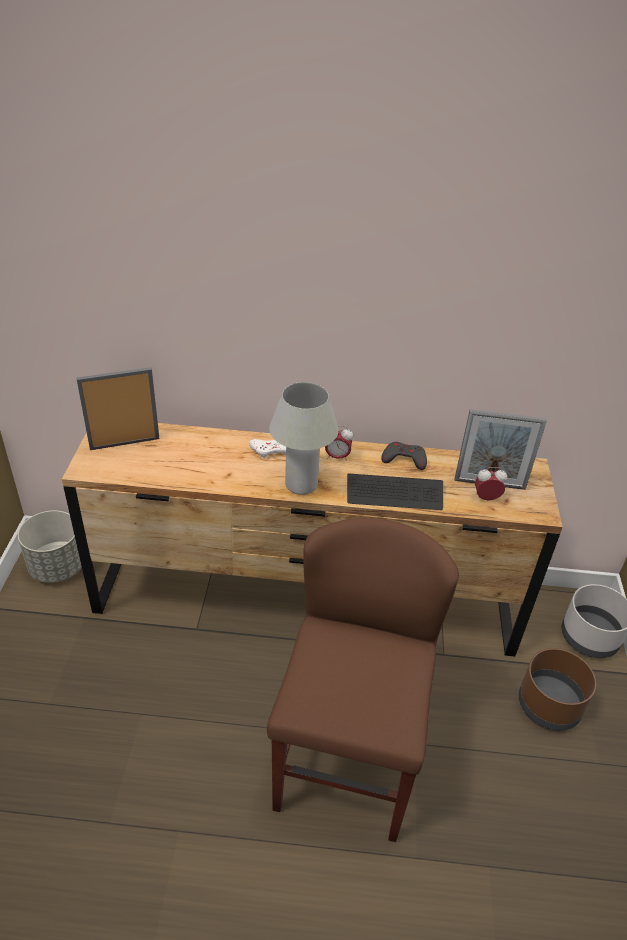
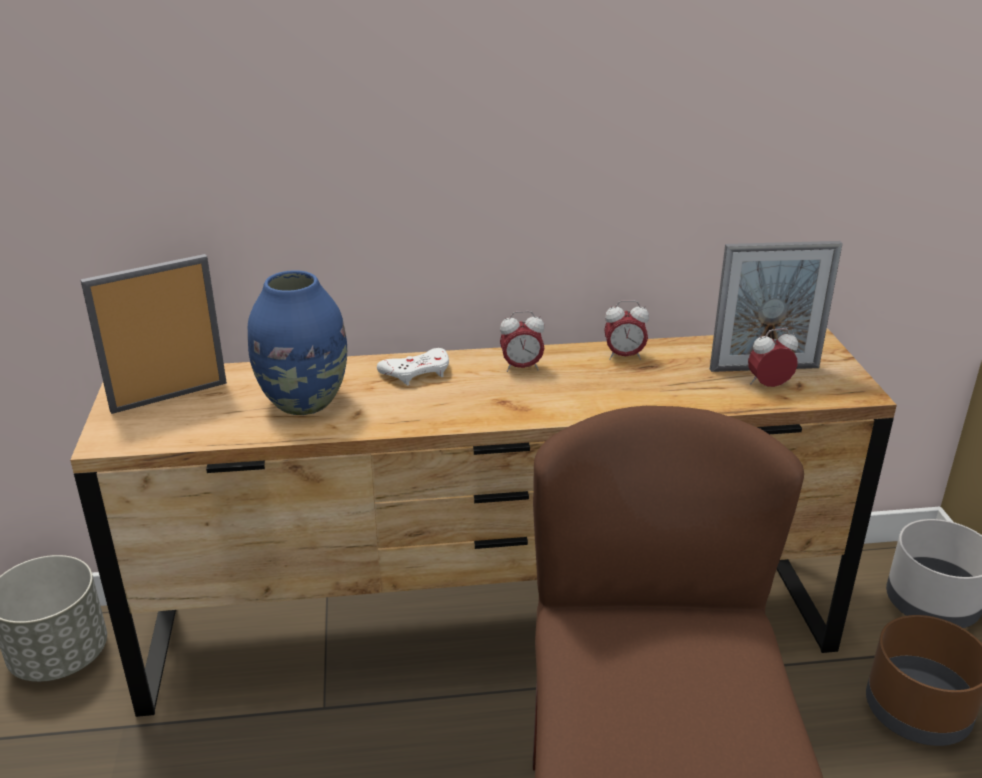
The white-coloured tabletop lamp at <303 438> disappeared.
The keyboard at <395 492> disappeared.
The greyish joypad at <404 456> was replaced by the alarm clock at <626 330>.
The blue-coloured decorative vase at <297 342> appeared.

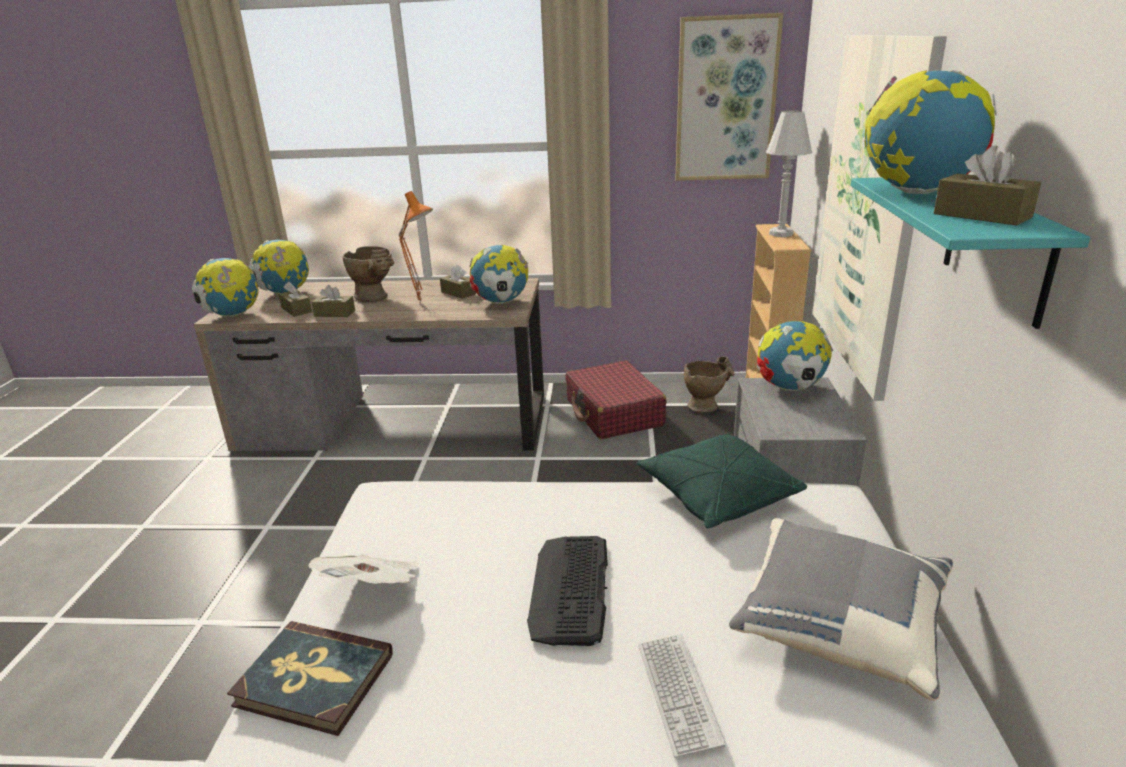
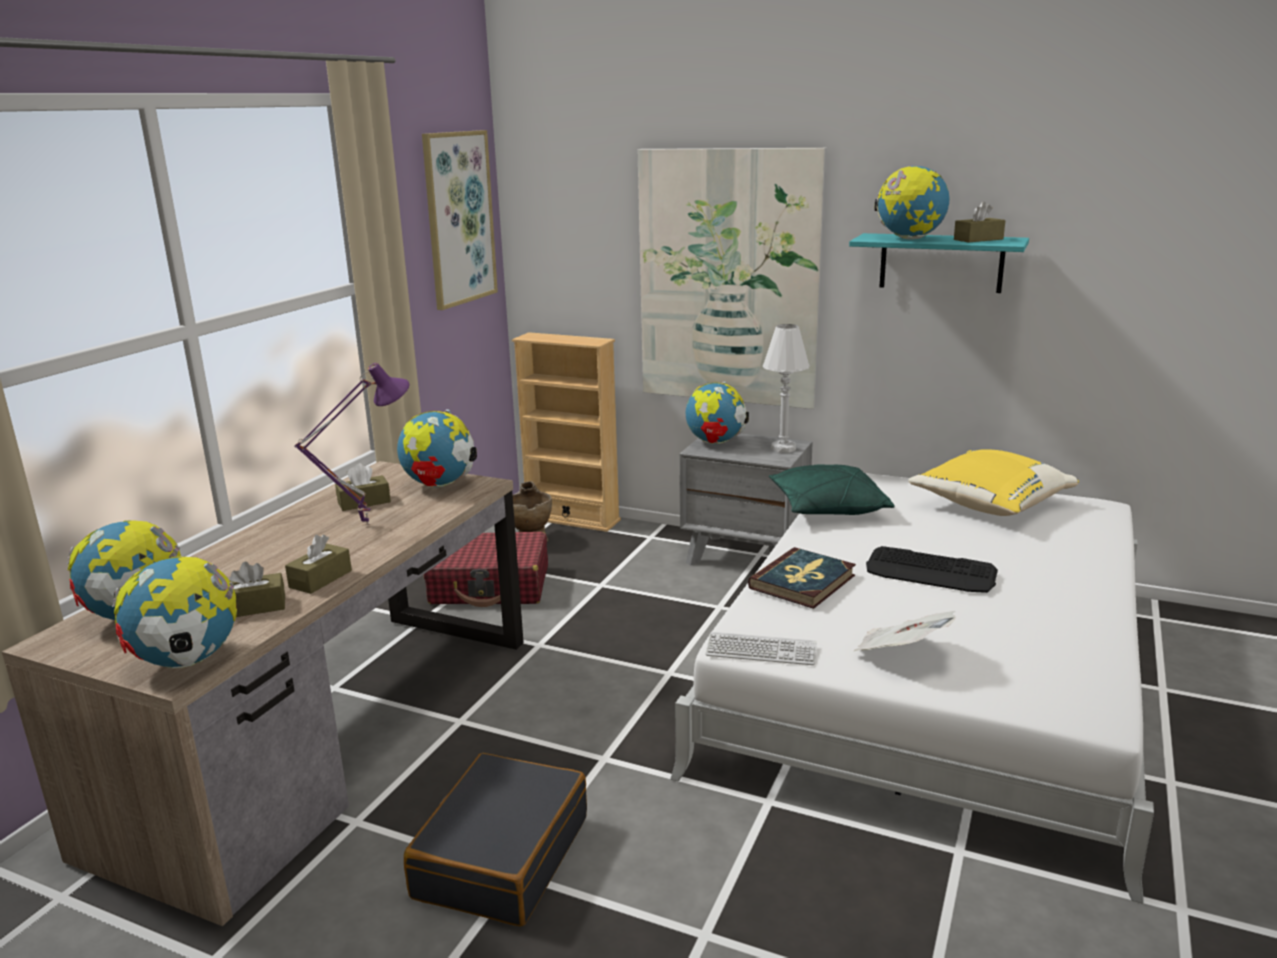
The volume moved from <310 678> to <802 578>.
The beige decorative vase at <368 274> disappeared.
The orange tabletop lamp at <416 247> became the purplish tabletop lamp at <352 444>.
The keyboard moved from <682 696> to <761 648>.
The greyish pillow at <841 609> became the yellowish pillow at <993 482>.
The white-coloured tabletop lamp moved from <789 173> to <786 388>.
The blackish travel case at <495 840> appeared.

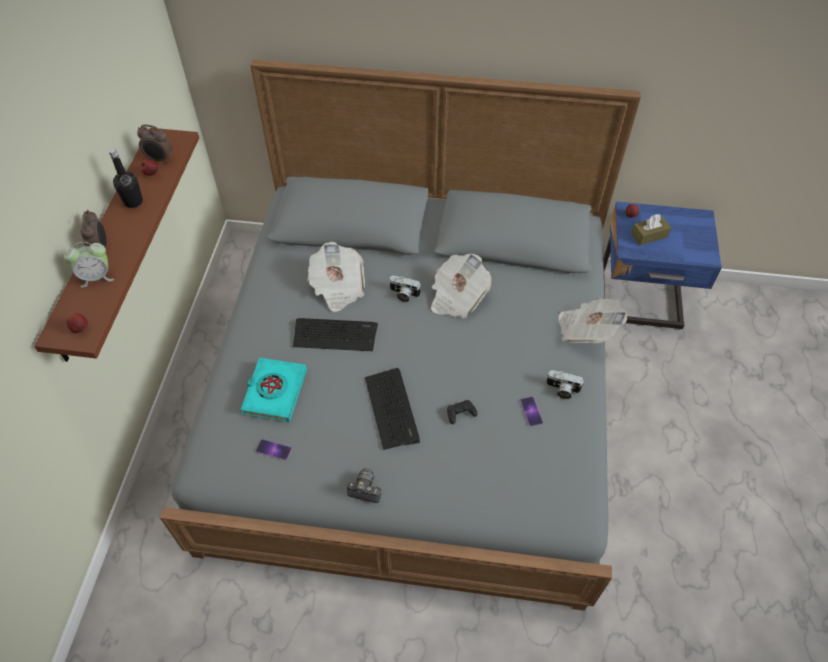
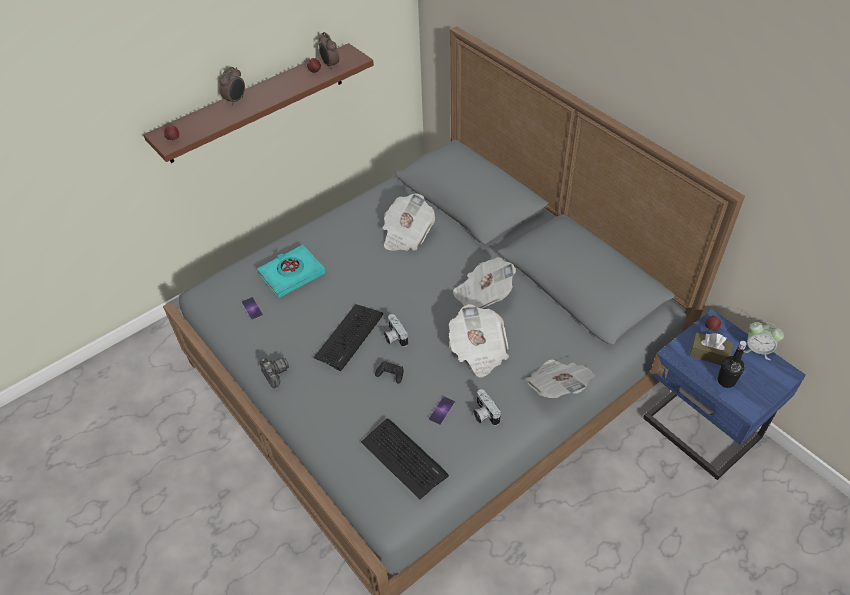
The alarm clock moved from <89 265> to <764 341>.
The blackish beverage bottle moved from <126 178> to <732 364>.
The keyboard moved from <335 334> to <405 458>.
The still camera moved from <405 289> to <396 330>.
The daily paper at <479 341> appeared.

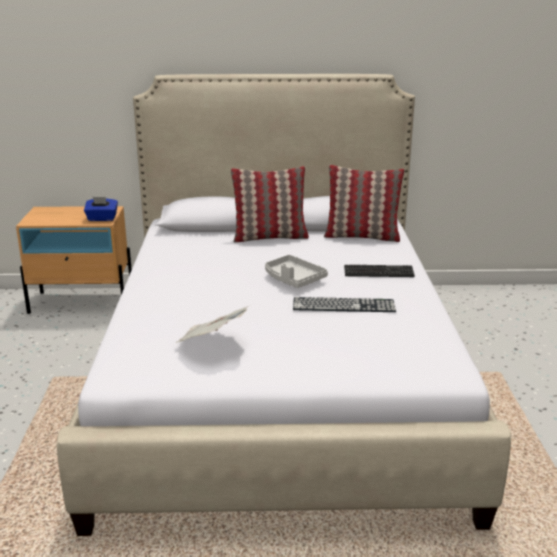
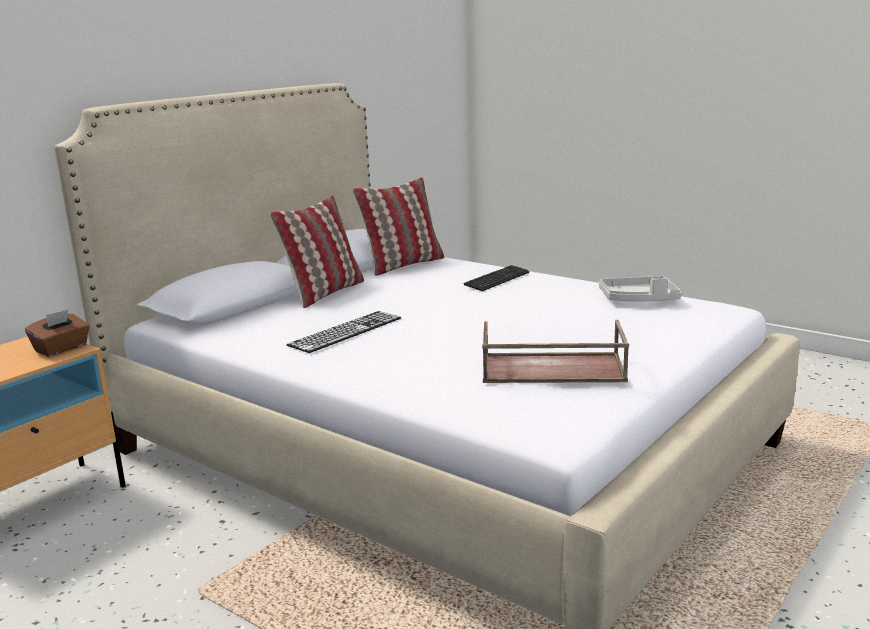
The blue-coloured box of tissues at <101 209> became the brownish box of tissues at <57 333>.
The daily paper at <212 324> was replaced by the brownish serving tray at <555 351>.
The greyish serving tray moved from <296 271> to <640 289>.
The keyboard moved from <344 304> to <343 332>.

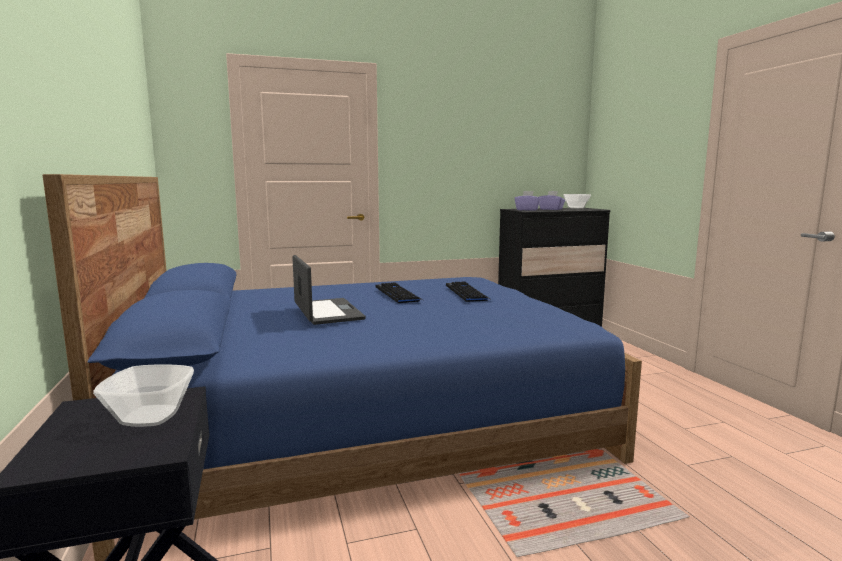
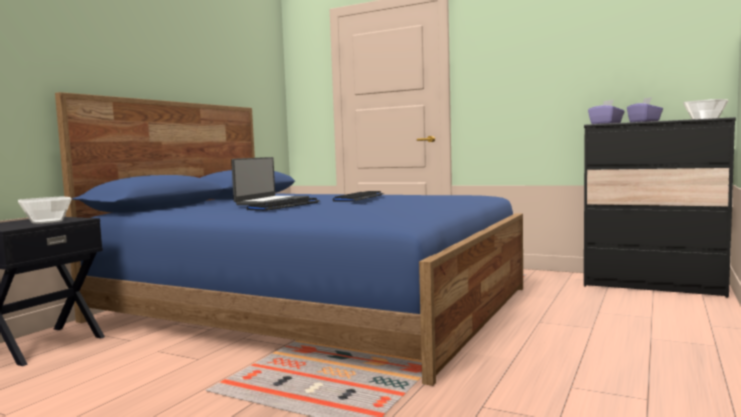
The keyboard moved from <468 292> to <283 204>.

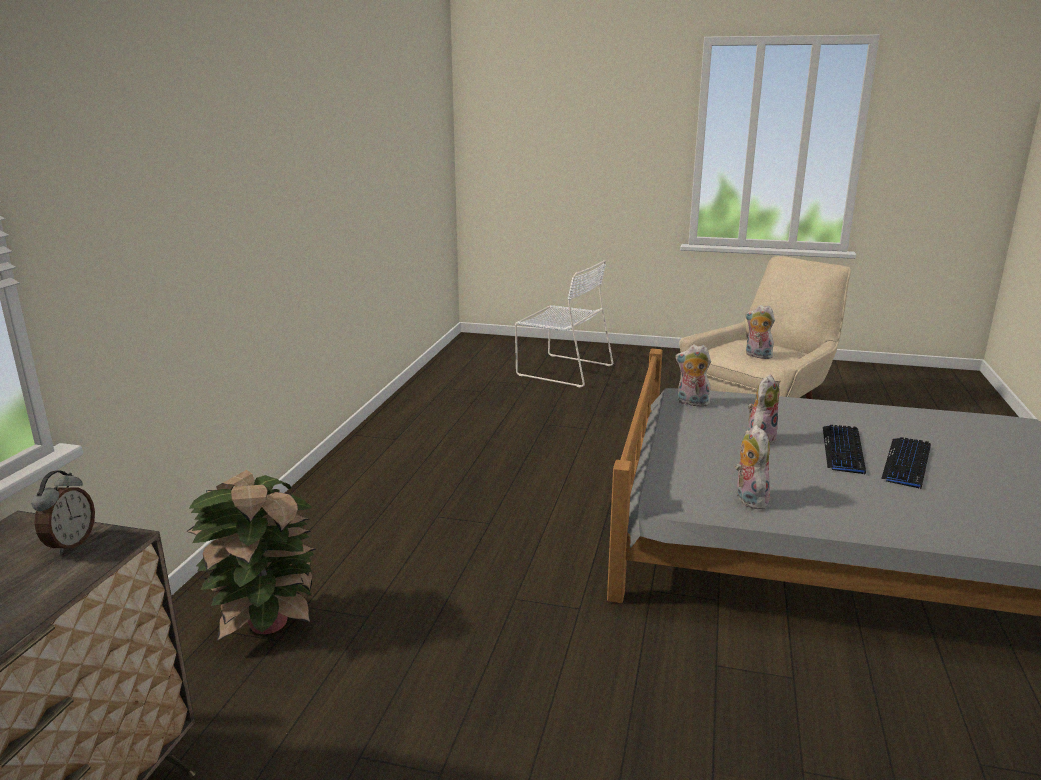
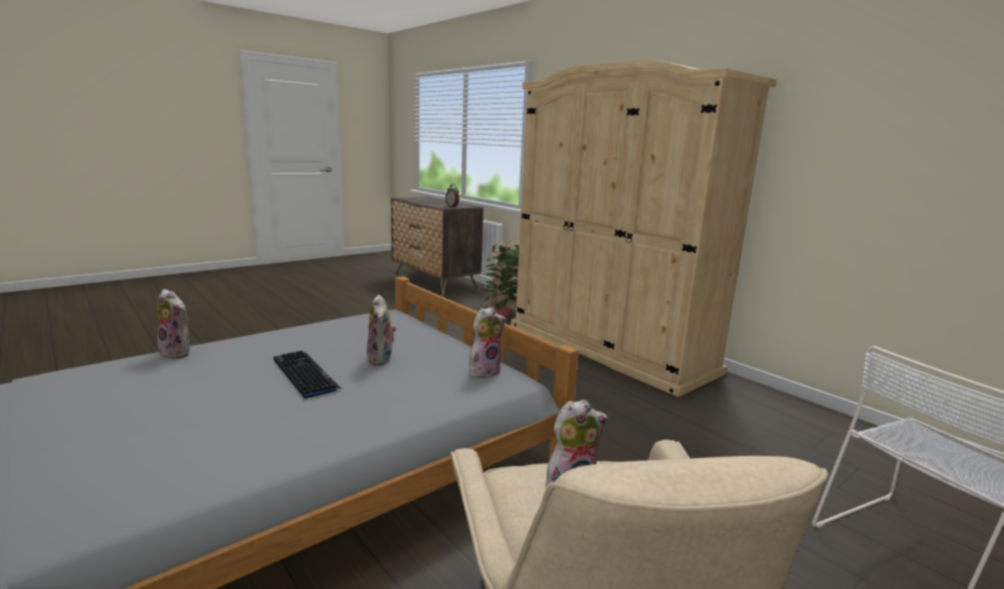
The soft toy moved from <752 467> to <174 324>.
The keyboard at <906 463> disappeared.
The beige wardrobe at <644 228> appeared.

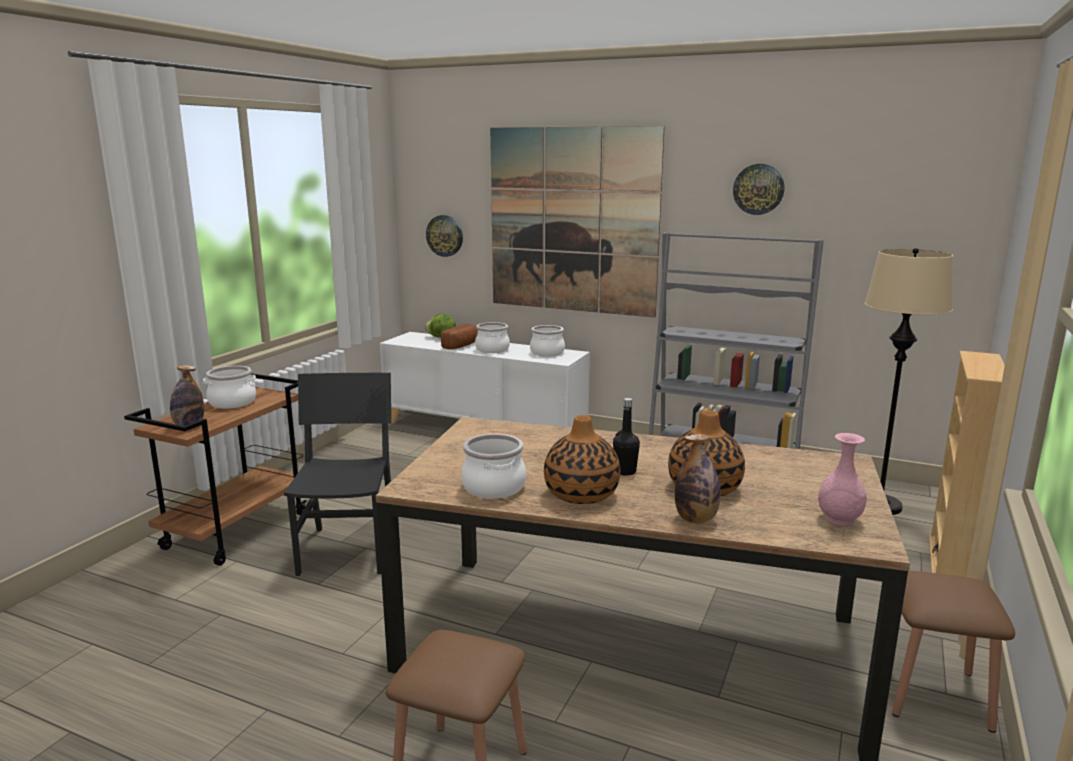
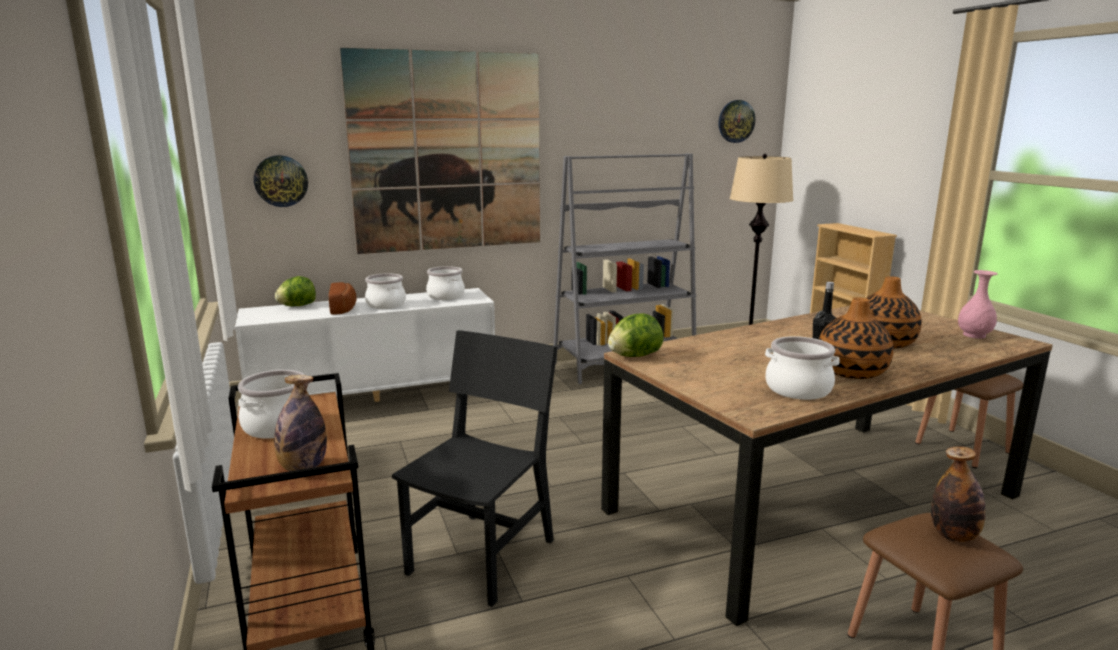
The blackish chair at <337 474> turned 75 degrees clockwise.
The beverage bottle moved from <697 478> to <958 494>.
The clock on the wall moved from <759 189> to <737 121>.
The lettuce at <635 335> appeared.

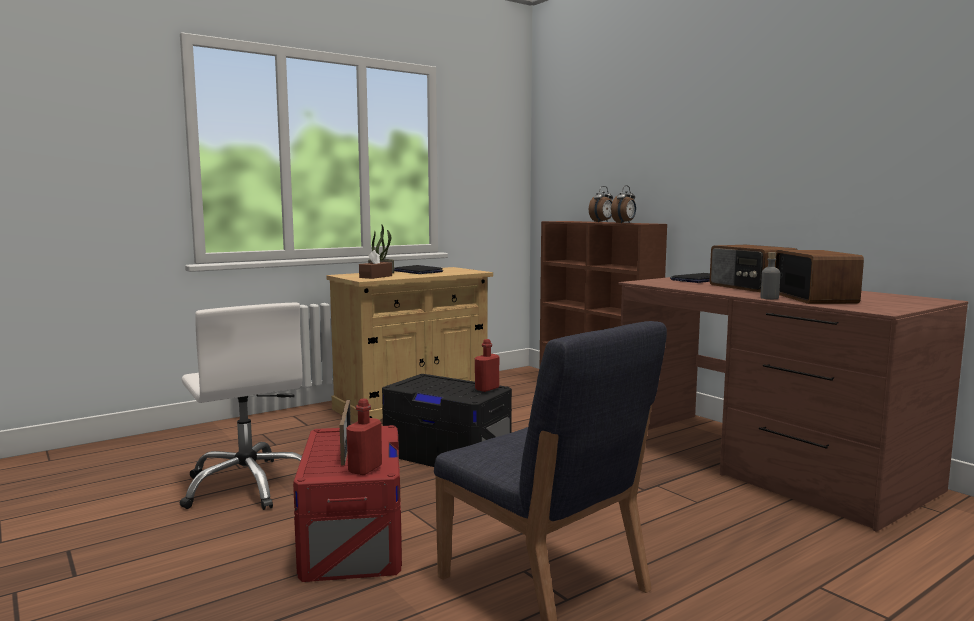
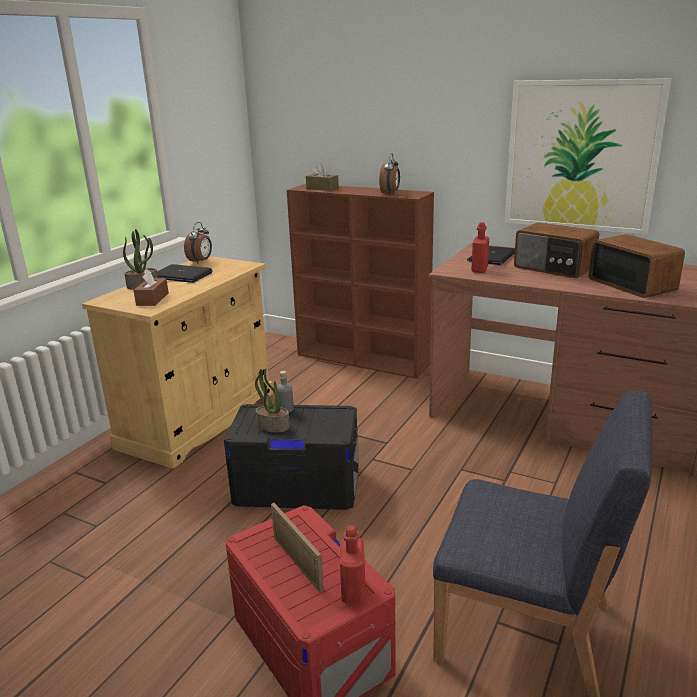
The white-coloured office chair at <241 406> disappeared.
The red-coloured beverage bottle moved from <487 365> to <480 247>.
The alarm clock moved from <601 204> to <198 243>.
The greyish beverage bottle moved from <770 275> to <285 391>.
The potted plant at <272 400> appeared.
The brownish box of tissues at <322 177> appeared.
The wall picture at <588 156> appeared.

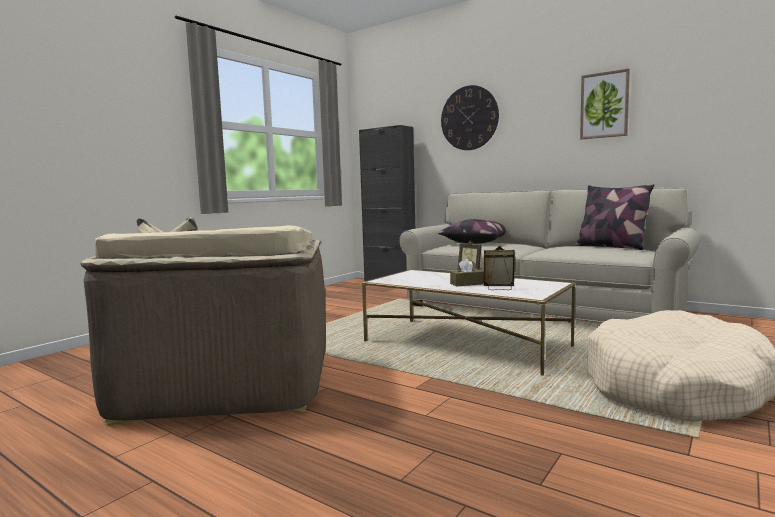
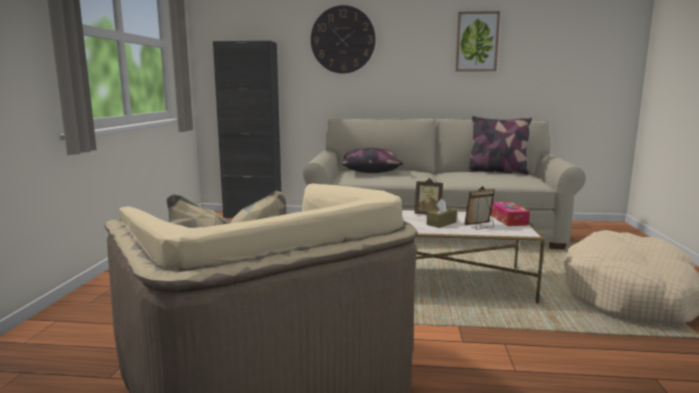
The box of tissues at <510 214> appeared.

